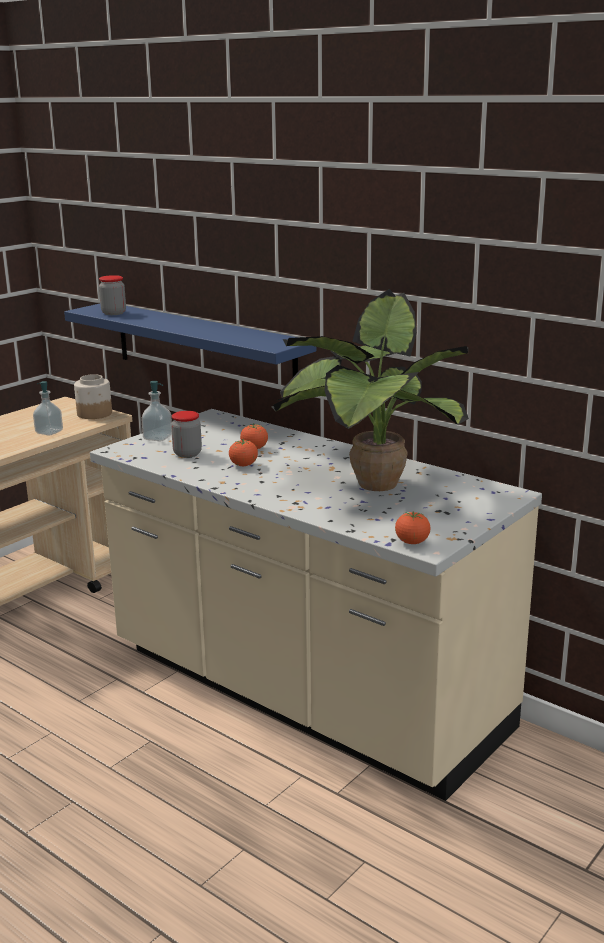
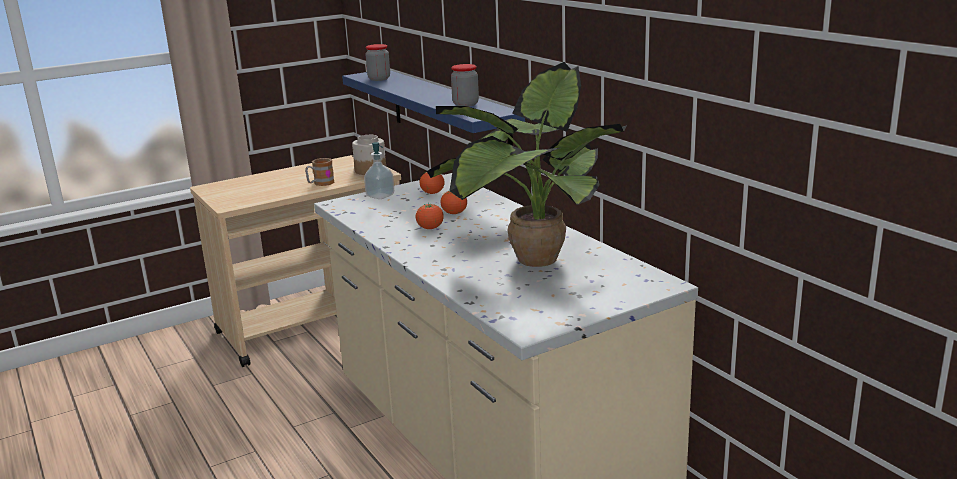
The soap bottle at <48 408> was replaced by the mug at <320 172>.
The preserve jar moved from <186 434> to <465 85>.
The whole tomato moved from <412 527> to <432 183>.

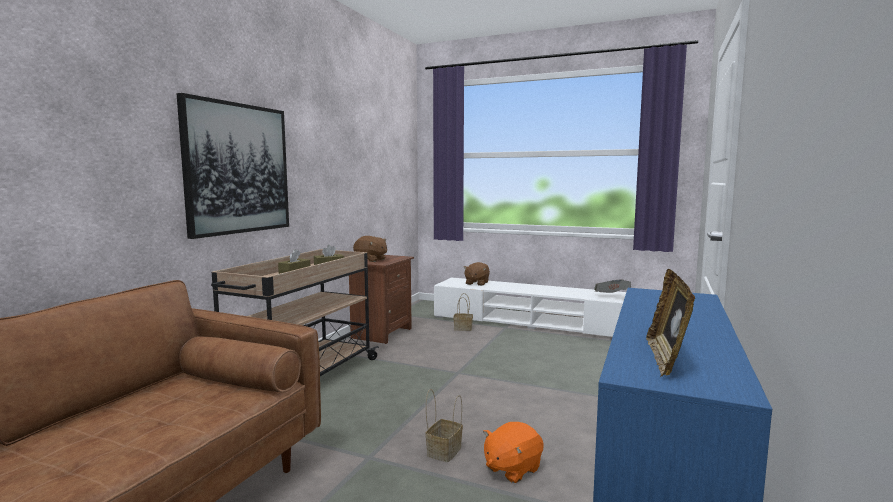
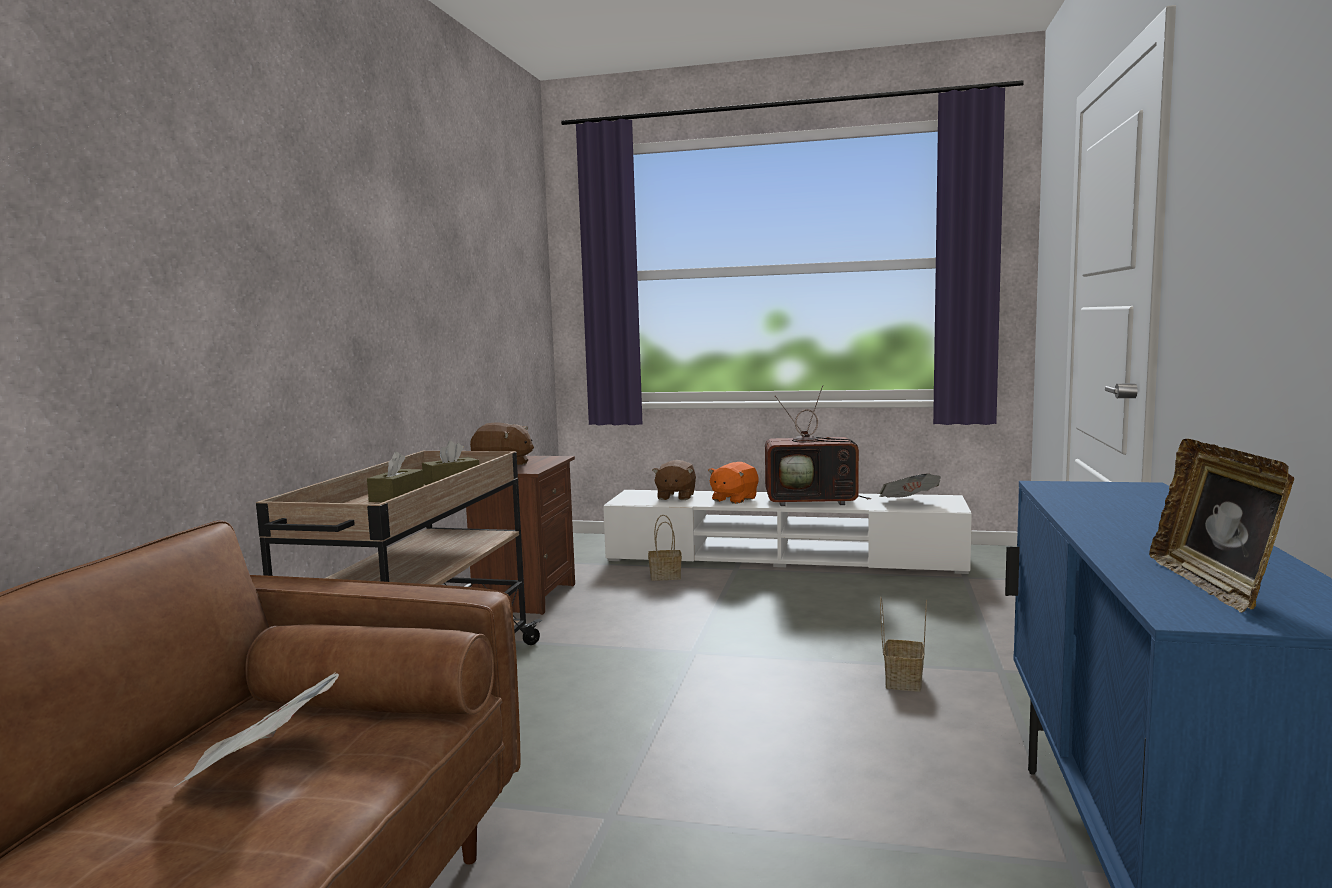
The wall picture at <233 166> disappeared.
The basket moved from <444 425> to <903 644>.
The orange soft toy moved from <513 452> to <733 483>.
The daily paper at <256 729> appeared.
The TV set at <818 445> appeared.

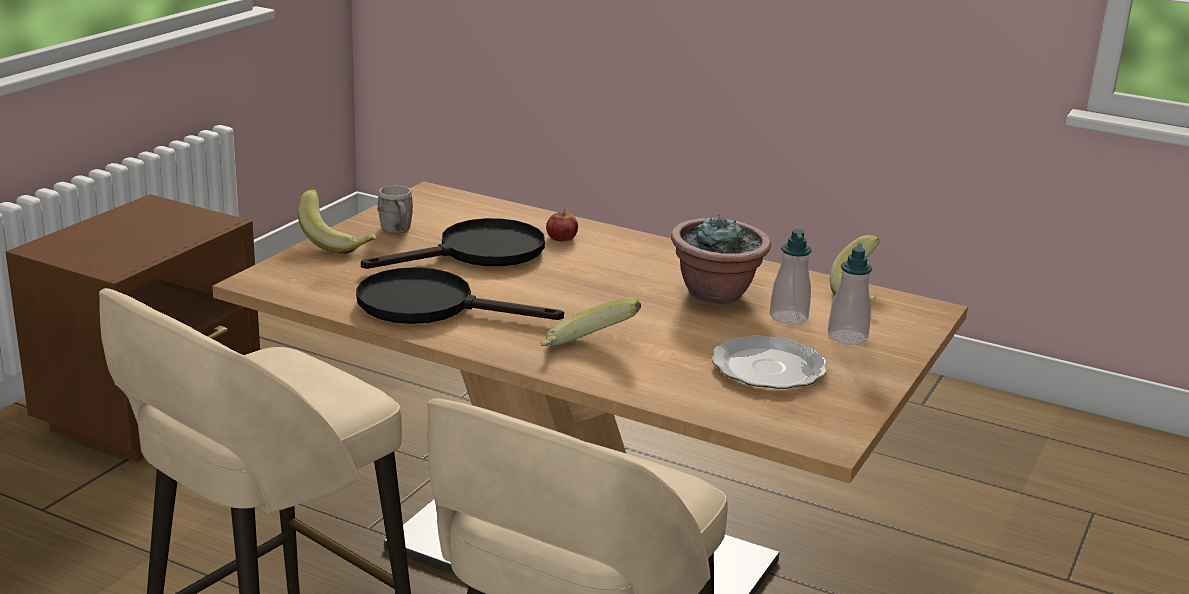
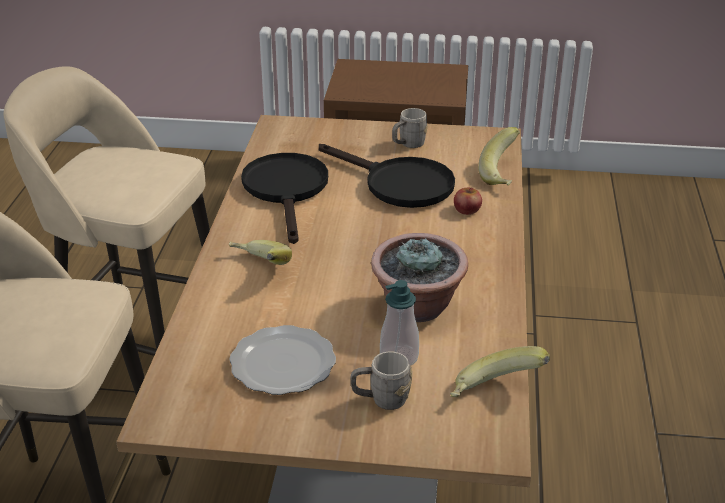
The banana fruit moved from <337 221> to <499 156>.
The soap bottle at <850 294> was replaced by the greyish mug at <381 380>.

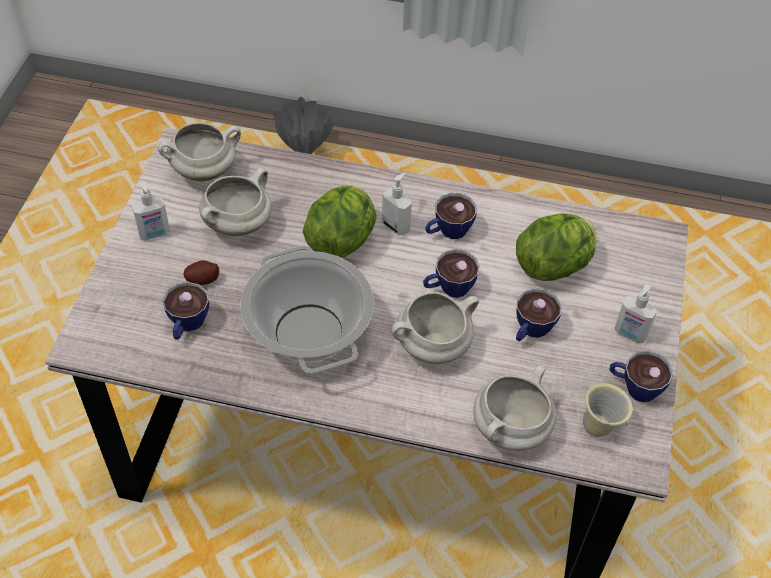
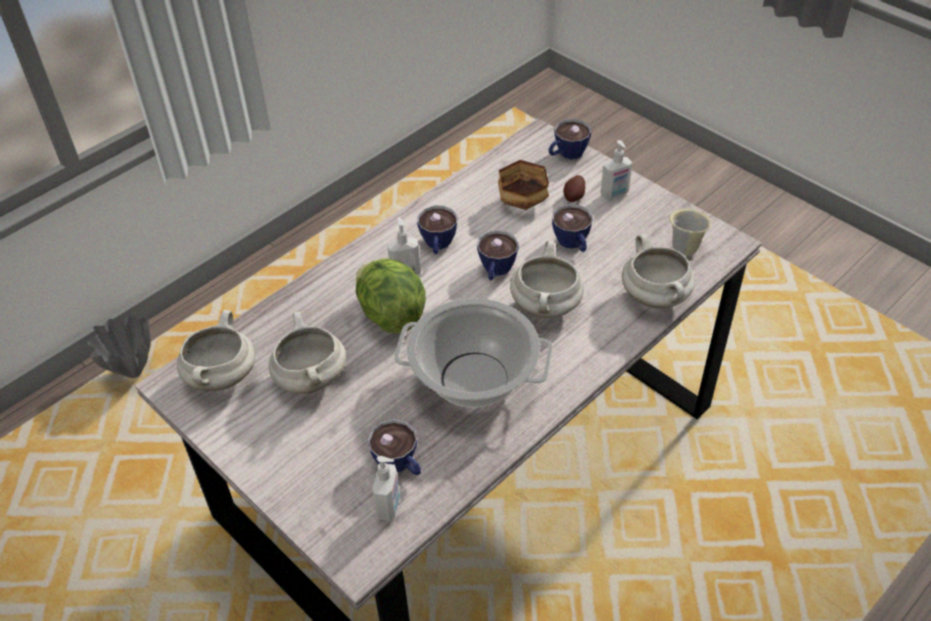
The soap bottle moved from <151 210> to <386 489>.
The spud moved from <201 272> to <574 188>.
The lettuce at <556 247> was replaced by the serving bowl at <523 185>.
The small cup moved from <641 376> to <569 139>.

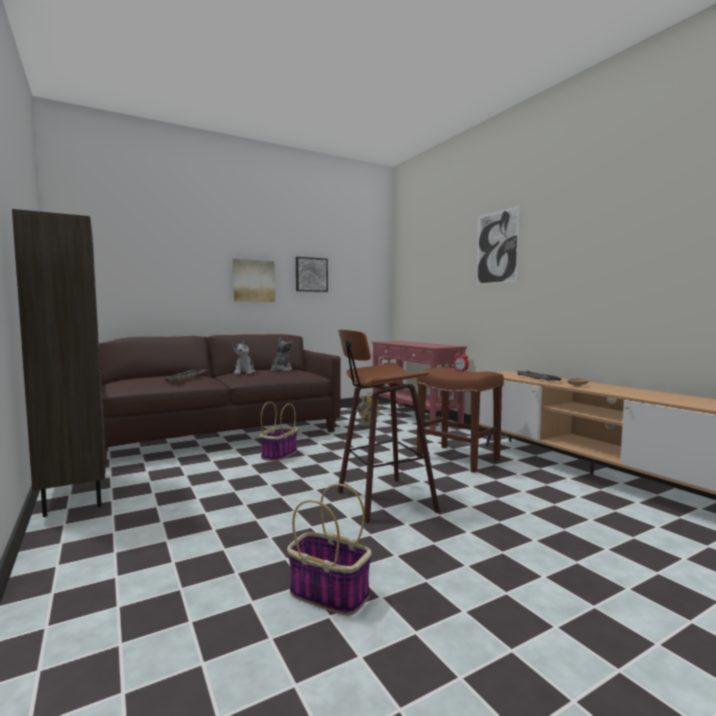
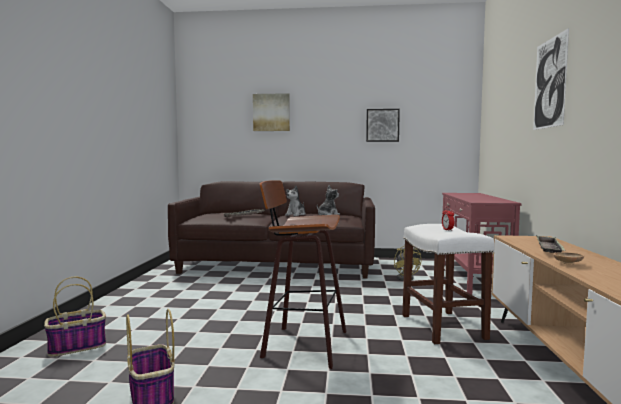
The brownish bookcase at <58 363> disappeared.
The wall picture moved from <254 280> to <271 112>.
The basket moved from <279 432> to <75 317>.
The brownish stool seat at <460 420> became the white-coloured stool seat at <448 284>.

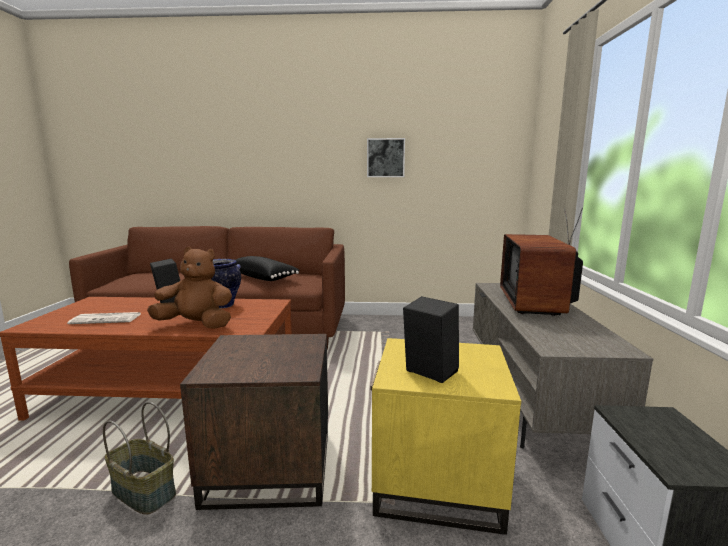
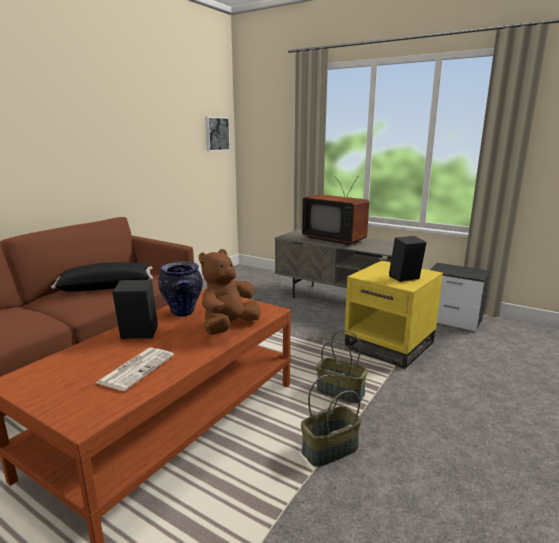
The brownish accent table at <254 422> was replaced by the basket at <342 366>.
The wall picture moved from <386 157> to <217 134>.

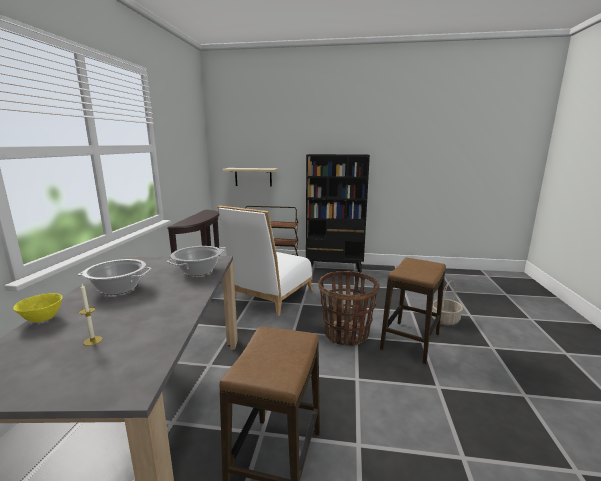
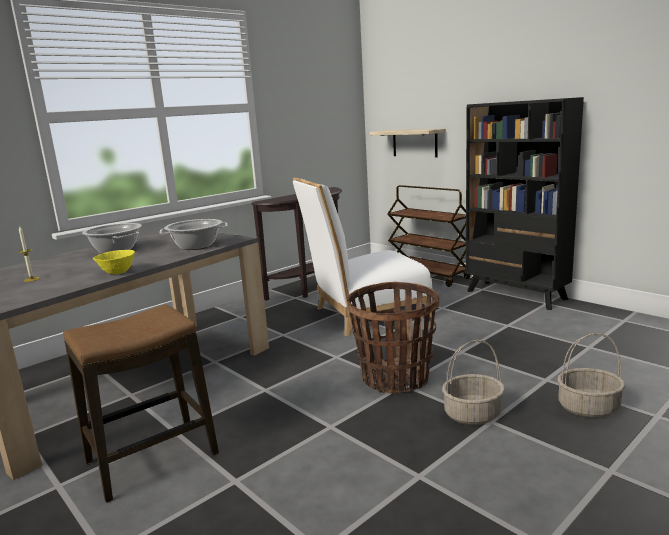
The yellowish serving bowl moved from <37 307> to <114 262>.
The stool seat at <413 311> was replaced by the basket at <473 382>.

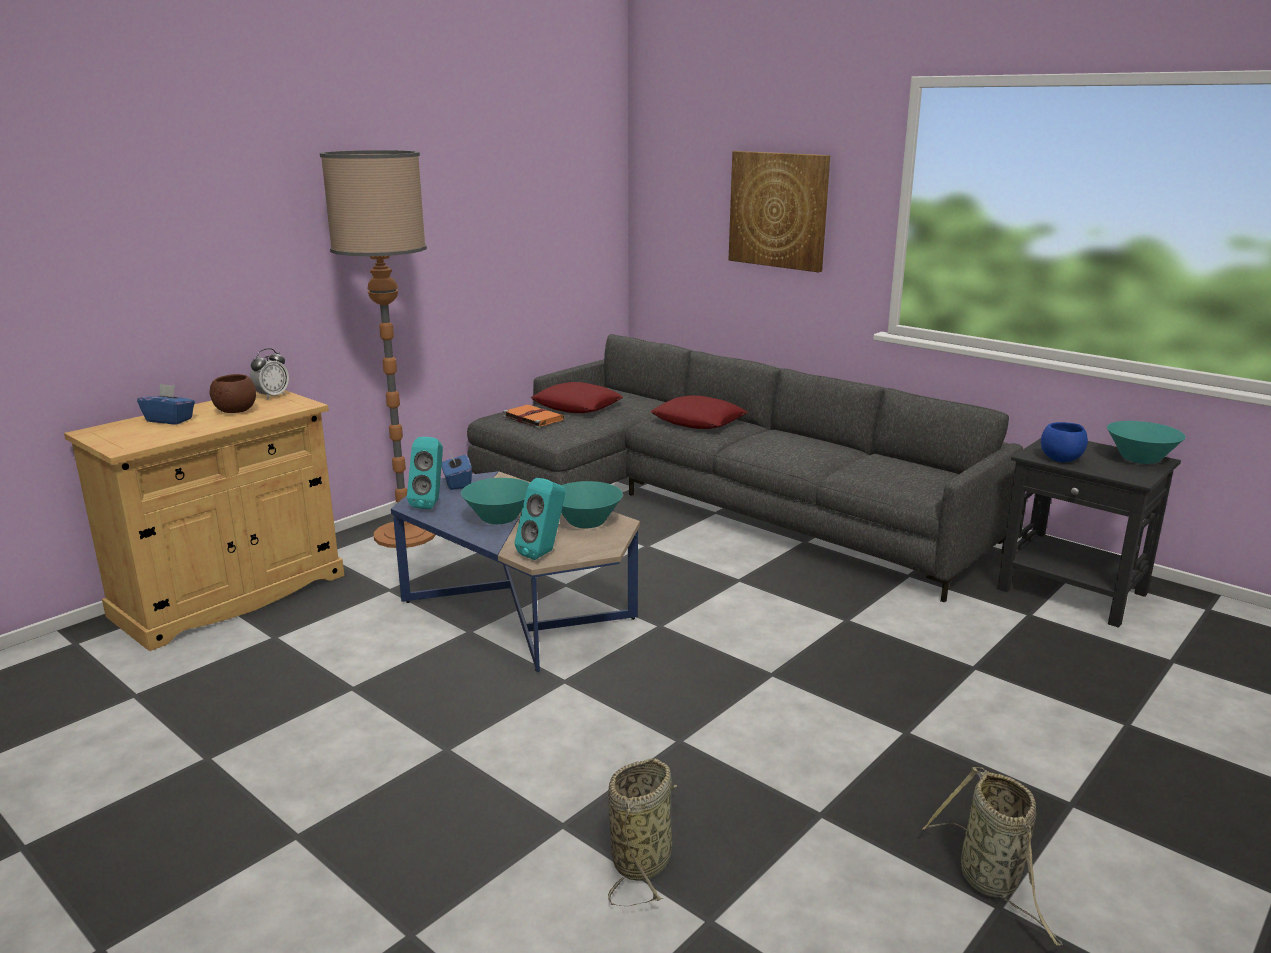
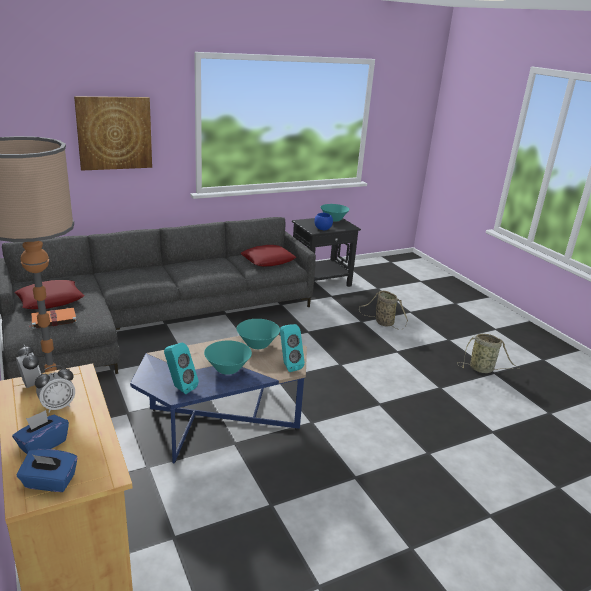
The brownish serving bowl at <233 393> was replaced by the alarm clock at <55 389>.
The blue-coloured box of tissues moved from <456 470> to <47 470>.
The basket moved from <643 832> to <383 310>.
The red-coloured pillow moved from <698 412> to <268 255>.

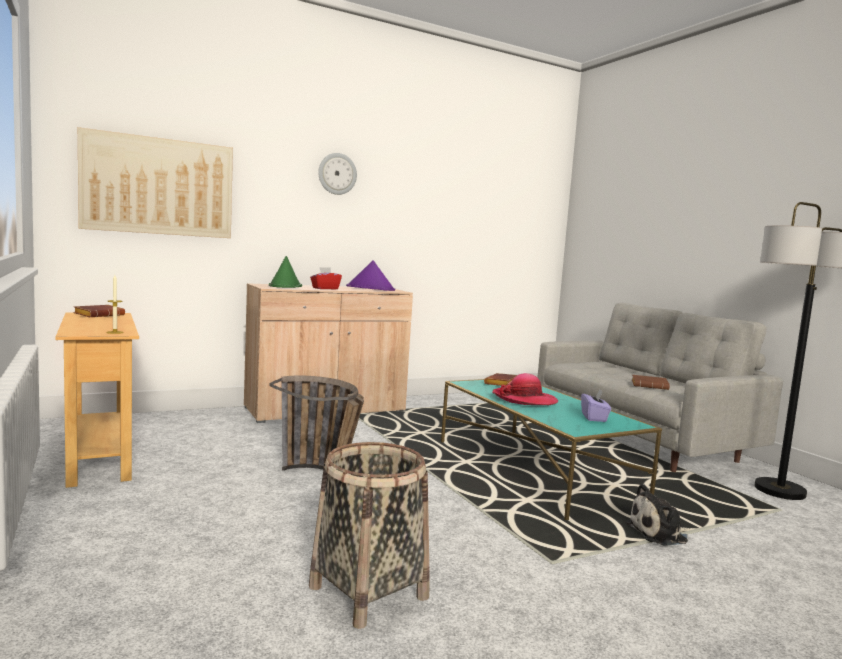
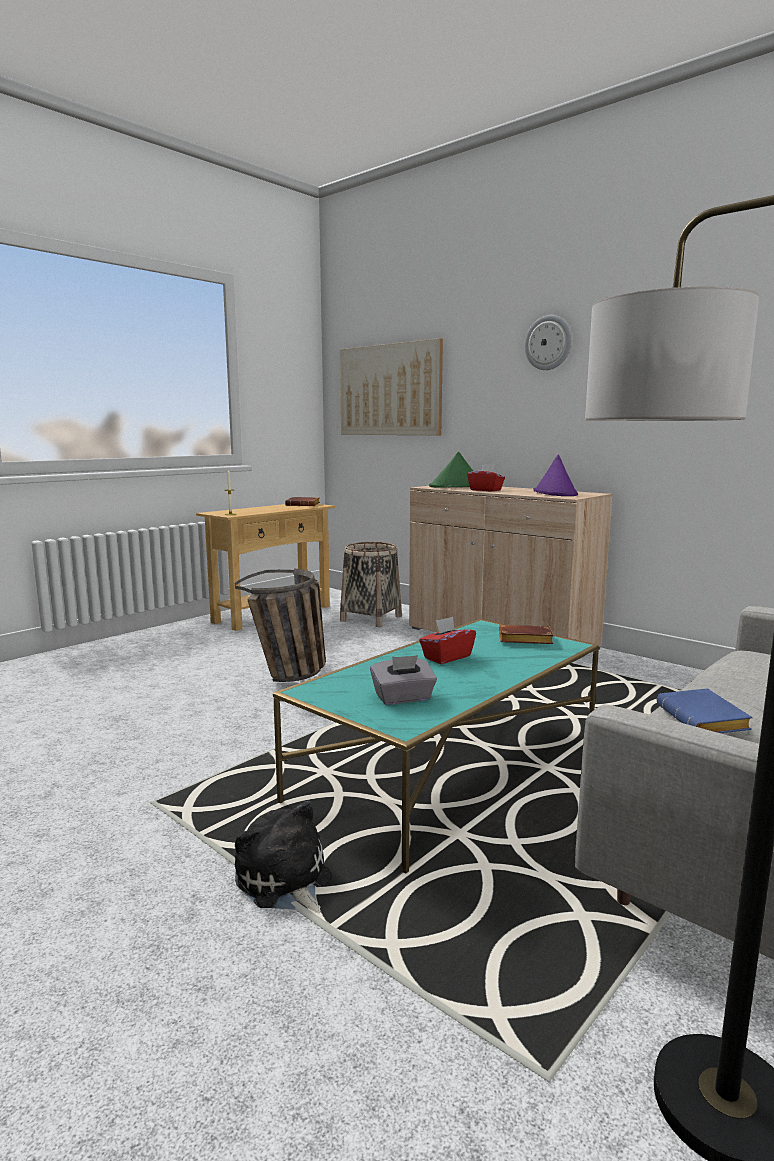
The basket moved from <369 535> to <371 584>.
The wearable hat at <525 389> was replaced by the red-coloured box of tissues at <447 640>.
The purplish box of tissues at <596 406> became the greyish box of tissues at <403 680>.
The brownish volume at <651 382> became the blue-coloured volume at <704 710>.

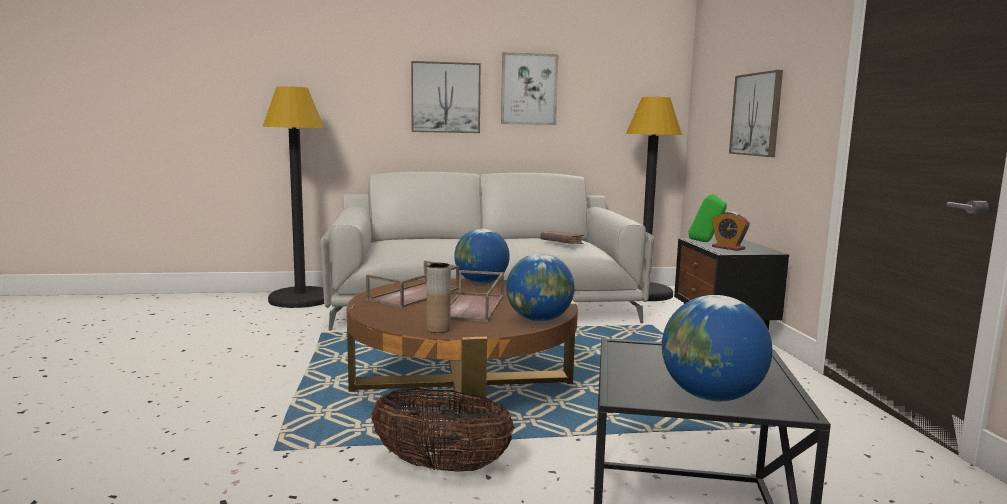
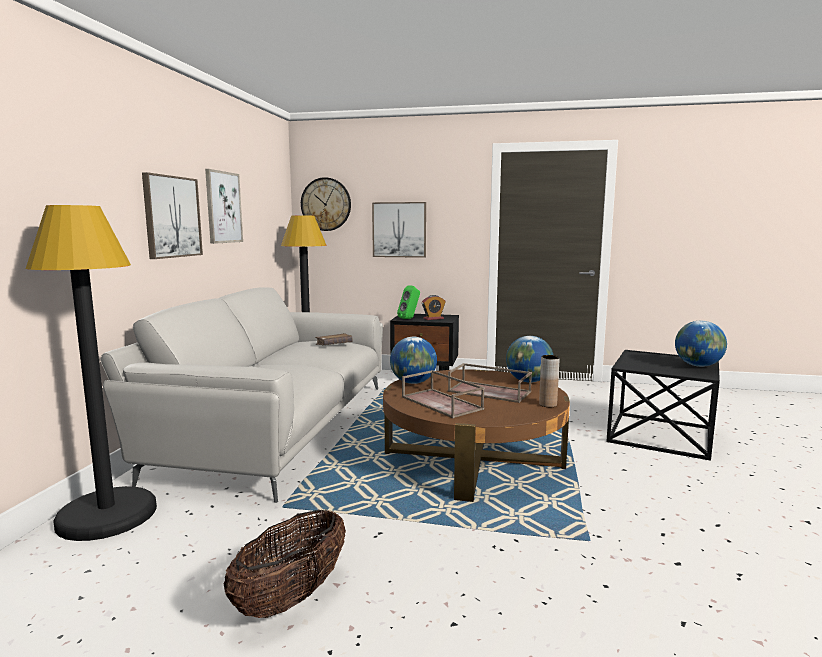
The basket moved from <443 430> to <285 563>.
The clock on the wall at <326 204> appeared.

